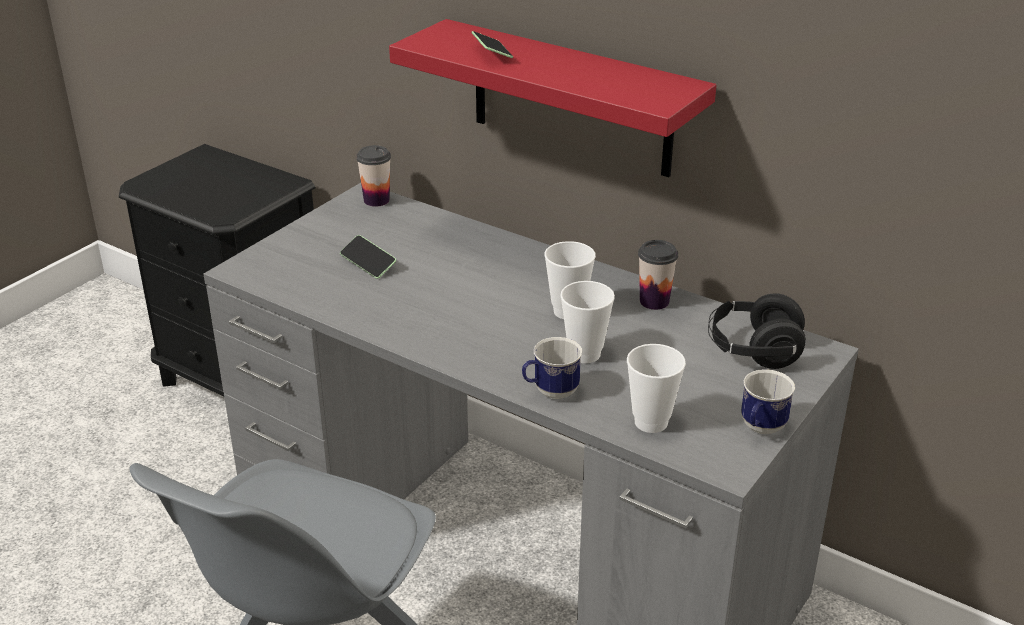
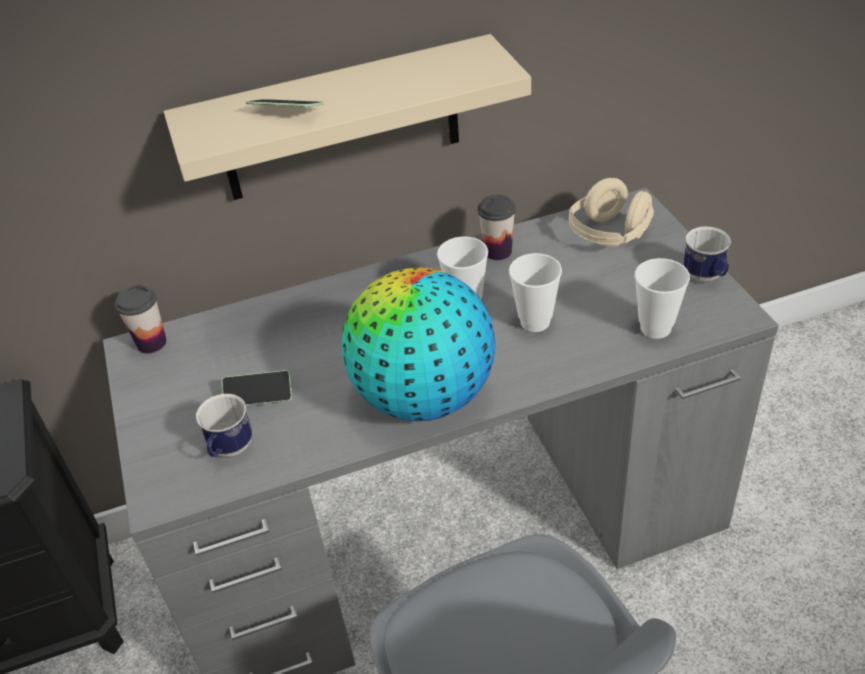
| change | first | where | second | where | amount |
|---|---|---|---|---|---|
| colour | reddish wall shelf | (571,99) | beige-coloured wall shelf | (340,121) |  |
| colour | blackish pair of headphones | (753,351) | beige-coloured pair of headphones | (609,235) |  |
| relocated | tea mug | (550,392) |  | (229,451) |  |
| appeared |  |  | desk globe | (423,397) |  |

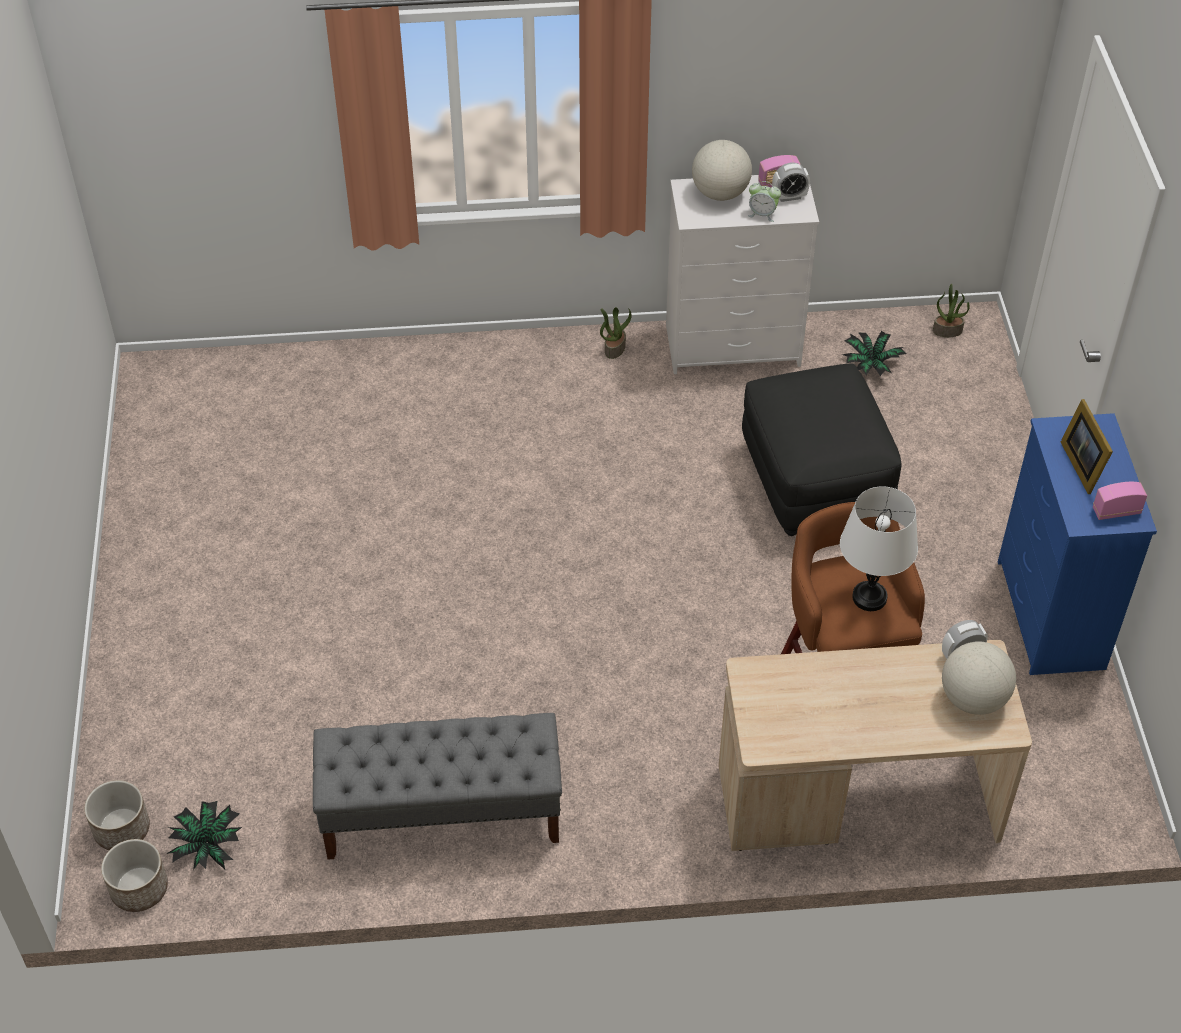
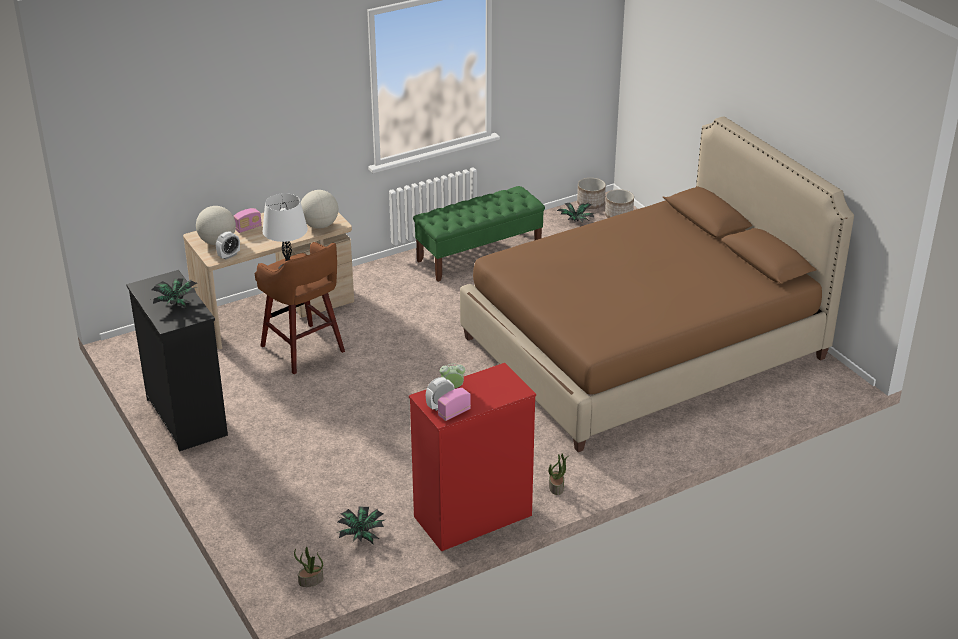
| change | first | where | second | where | amount |
|---|---|---|---|---|---|
| relocated | desk globe | (720,193) |  | (320,225) |  |
| colour | white-coloured drawer chest | (734,345) | reddish drawer chest | (472,516) |  |
| missing | blackish pouffe | (815,483) |  |  |  |
| exchanged | photo frame | (1083,464) | plant in a pot | (176,303) |  |
| colour | bluish drawer chest | (1049,616) | blackish drawer chest | (187,416) |  |
| relocated | radio set | (1116,511) |  | (248,228) |  |
| colour | greyish bench | (441,814) | green bench | (479,255) |  |
| appeared |  |  | brown sleeping bed | (643,347) |  |

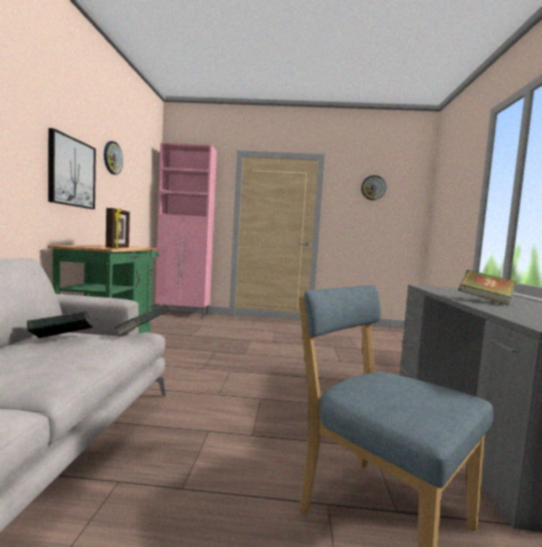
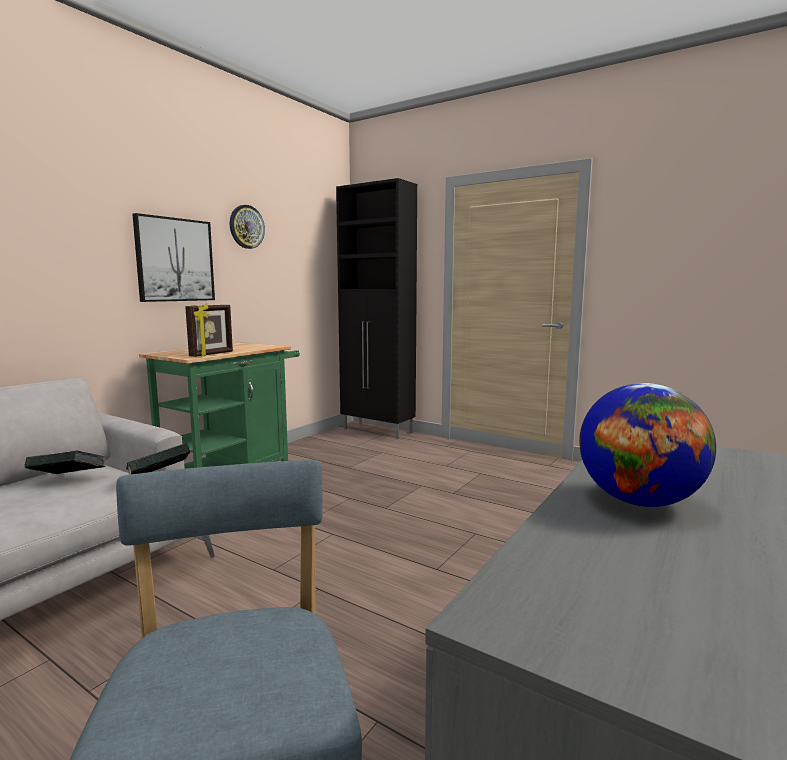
| change | first | where | second | where | amount |
|---|---|---|---|---|---|
| colour | pink-coloured cabinet | (183,314) | blackish cabinet | (378,431) |  |
| missing | hanging clock | (373,188) |  |  |  |
| exchanged | bound book | (485,300) | desk globe | (639,501) |  |

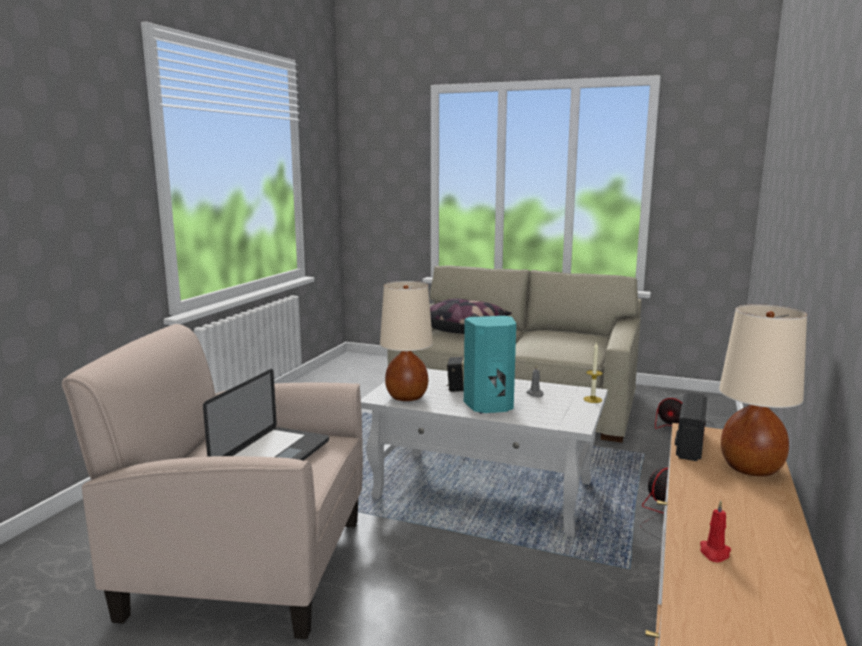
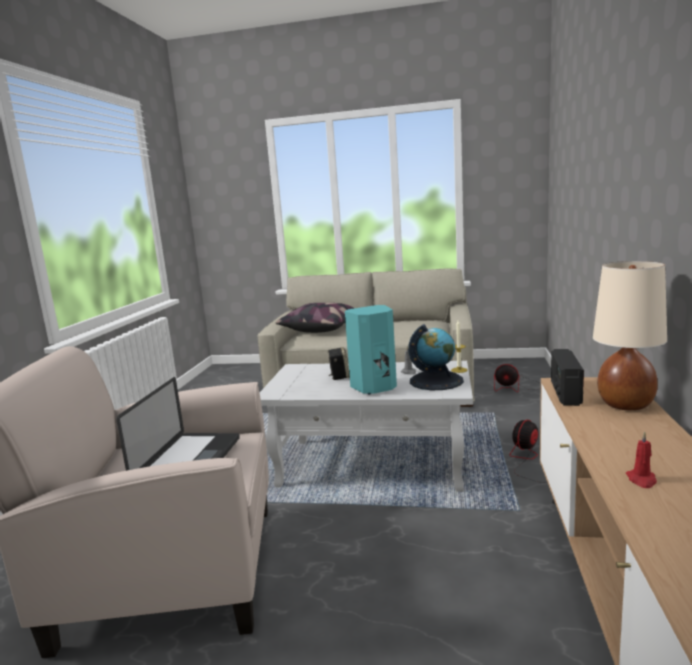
| change | first | where | second | where | amount |
|---|---|---|---|---|---|
| missing | beige-coloured tabletop lamp | (407,397) |  |  |  |
| appeared |  |  | desk globe | (436,381) |  |

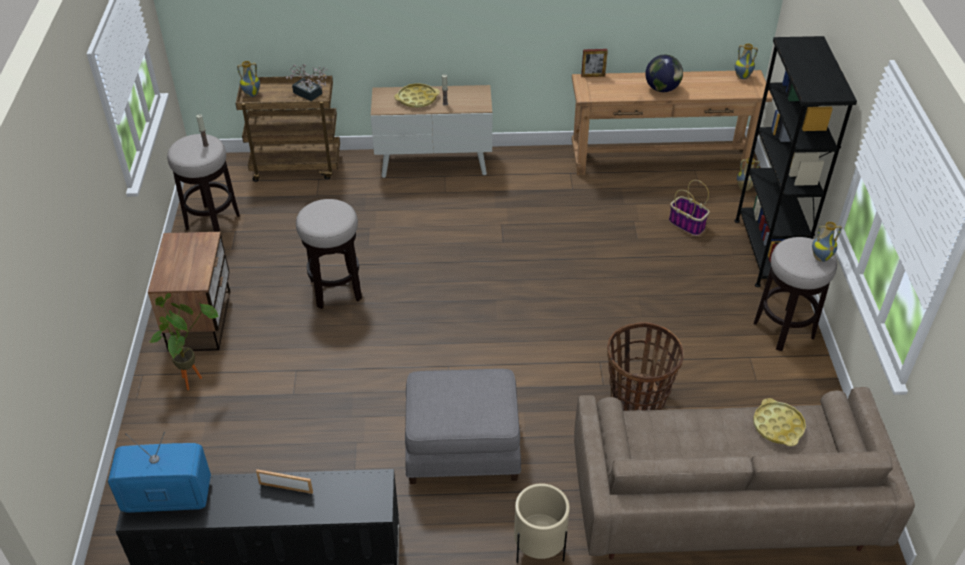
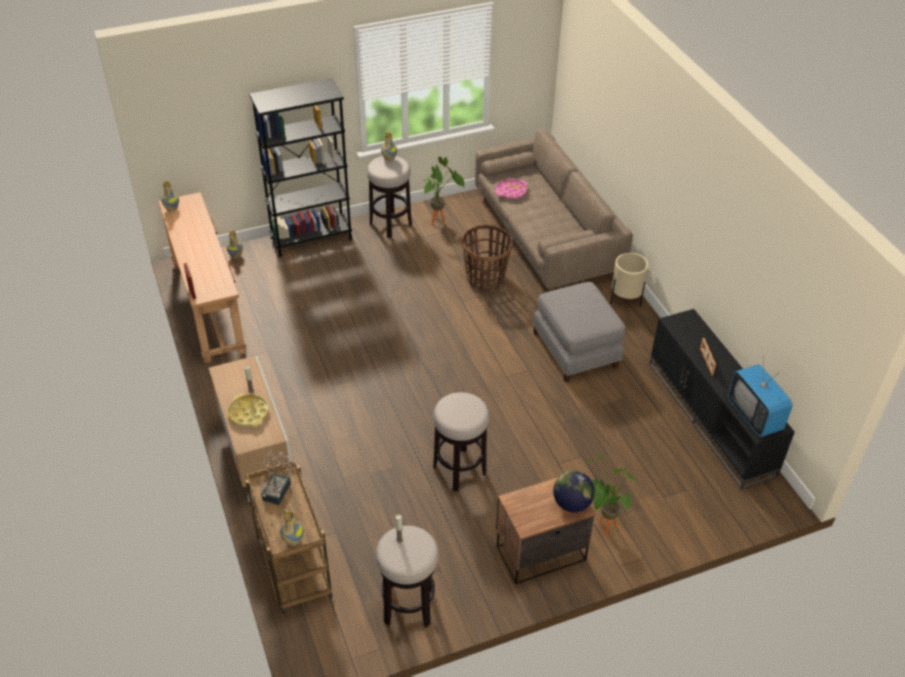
| change | first | where | second | where | amount |
|---|---|---|---|---|---|
| relocated | desk globe | (662,89) |  | (572,503) |  |
| missing | storage basket | (687,224) |  |  |  |
| colour | yellowish serving tray | (778,426) | pink-coloured serving tray | (511,191) |  |
| appeared |  |  | plant in a pot | (440,220) |  |

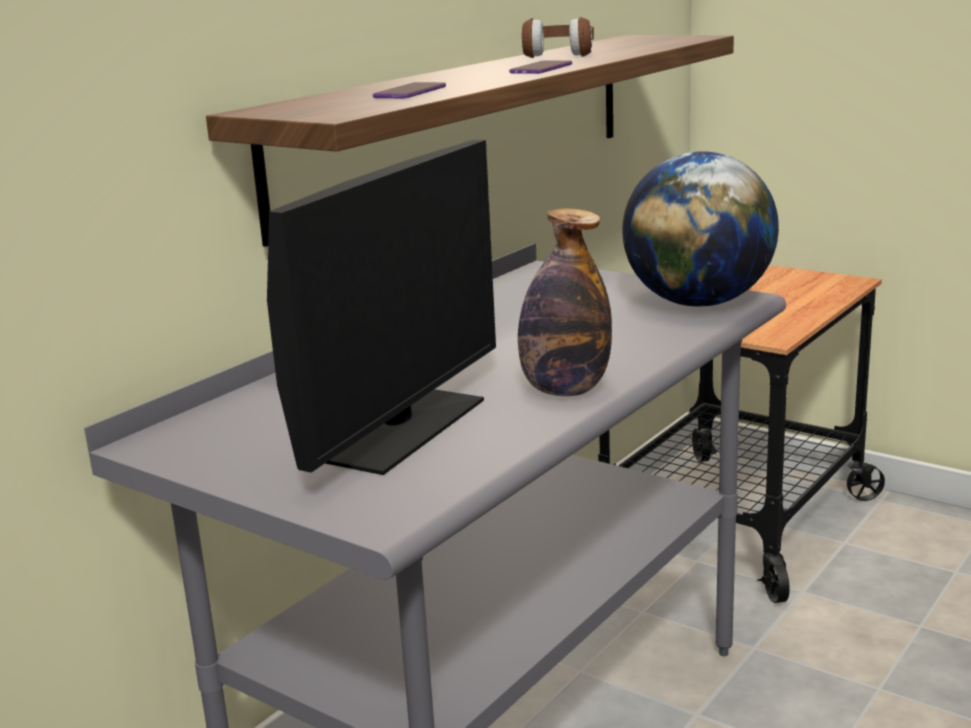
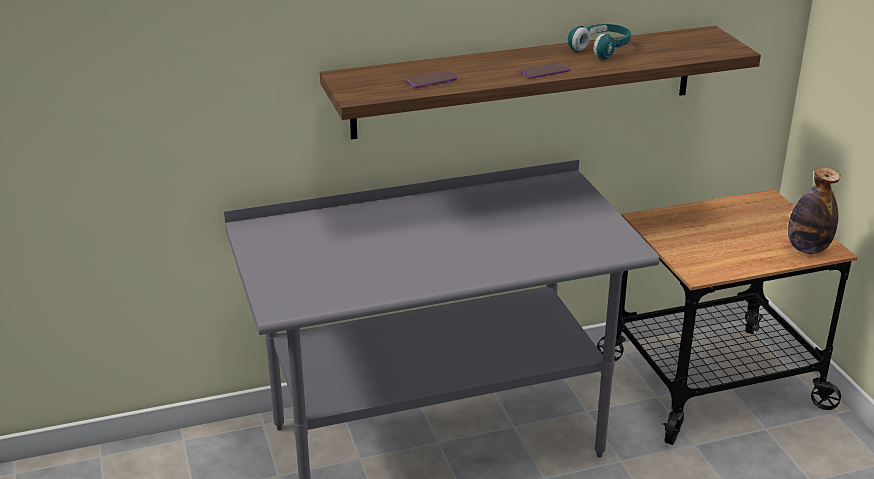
| change | first | where | second | where | amount |
|---|---|---|---|---|---|
| colour | brown pair of headphones | (559,54) | turquoise pair of headphones | (601,49) |  |
| missing | computer screen | (399,428) |  |  |  |
| missing | desk globe | (698,303) |  |  |  |
| relocated | beverage bottle | (564,390) |  | (807,249) |  |

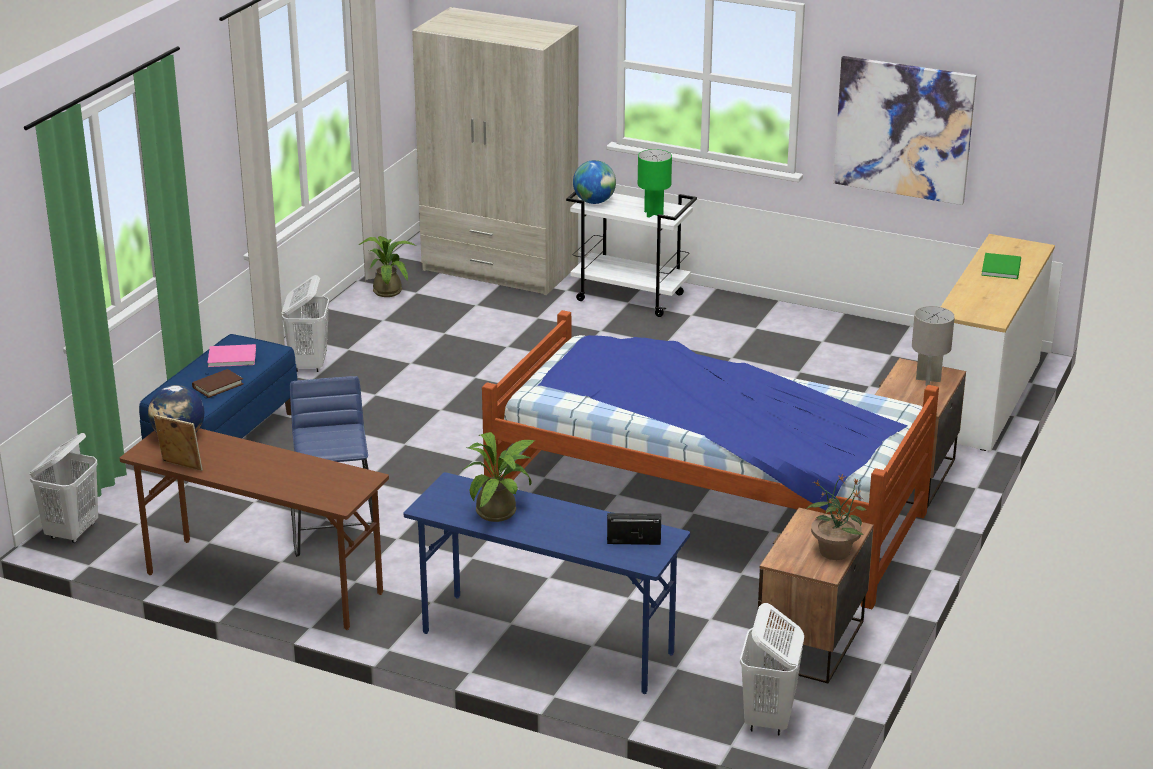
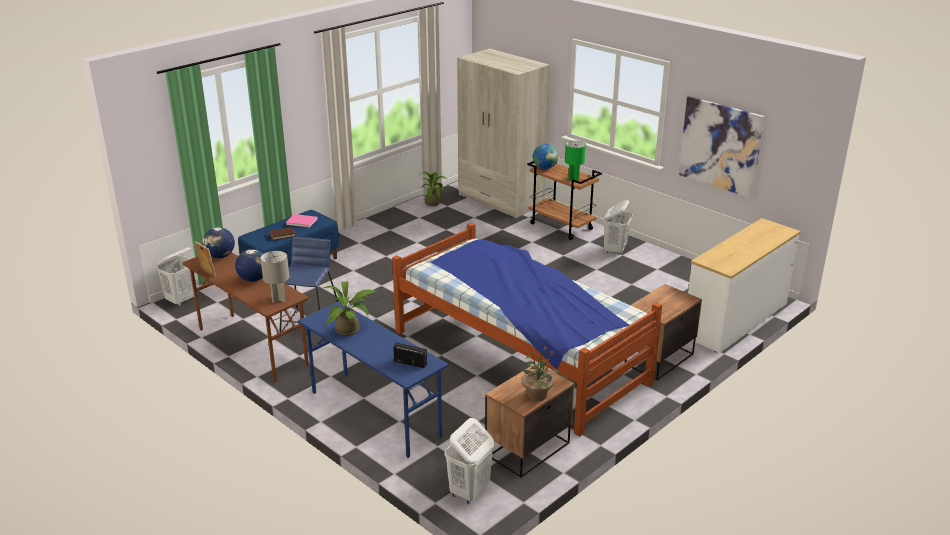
| change | first | where | second | where | amount |
|---|---|---|---|---|---|
| colour | white-coloured cart | (631,297) | brown cart | (562,226) |  |
| missing | green bound book | (1002,267) |  |  |  |
| relocated | white-coloured washing basket | (309,365) |  | (615,250) |  |
| relocated | greyish tabletop lamp | (928,379) |  | (278,298) |  |
| appeared |  |  | desk globe | (253,279) |  |

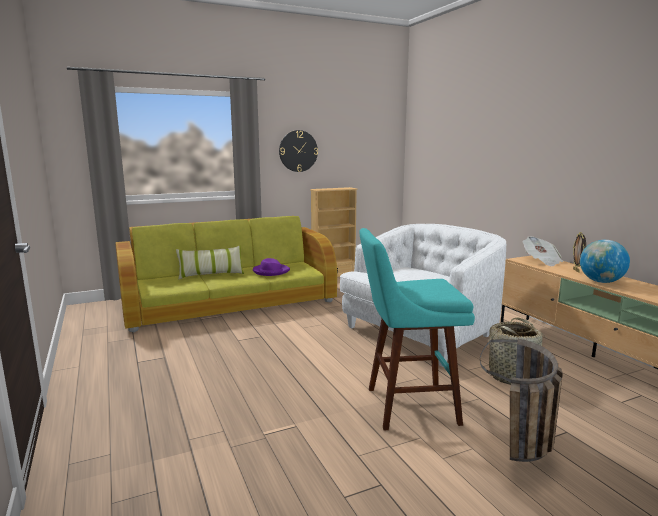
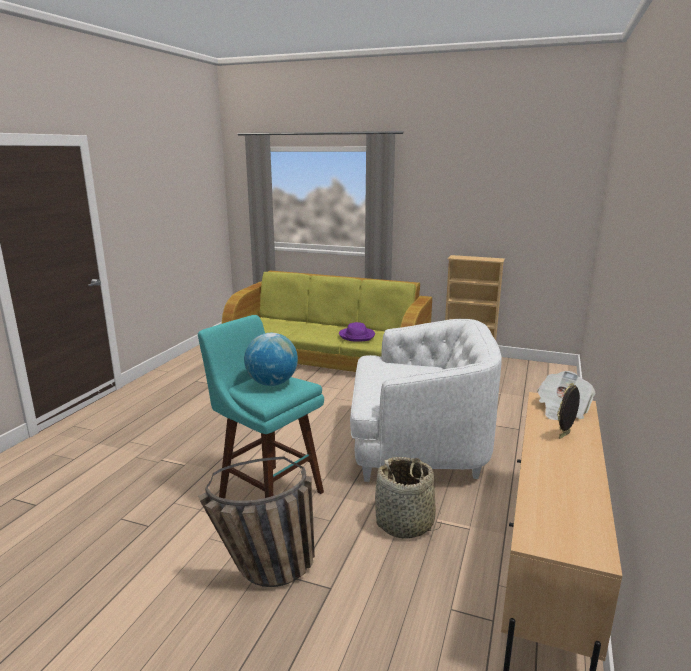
| change | first | where | second | where | amount |
|---|---|---|---|---|---|
| missing | hanging clock | (298,151) |  |  |  |
| relocated | desk globe | (601,282) |  | (272,383) |  |
| missing | pillow | (211,274) |  |  |  |

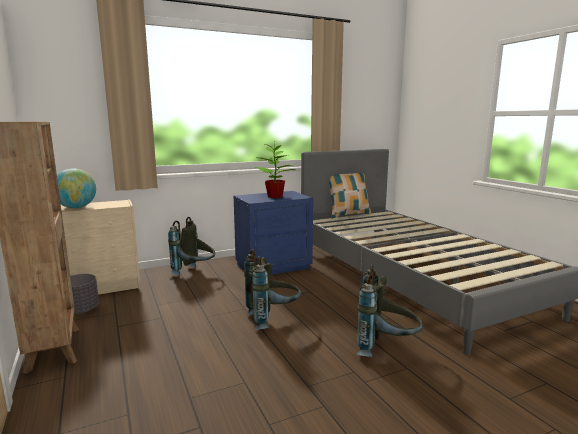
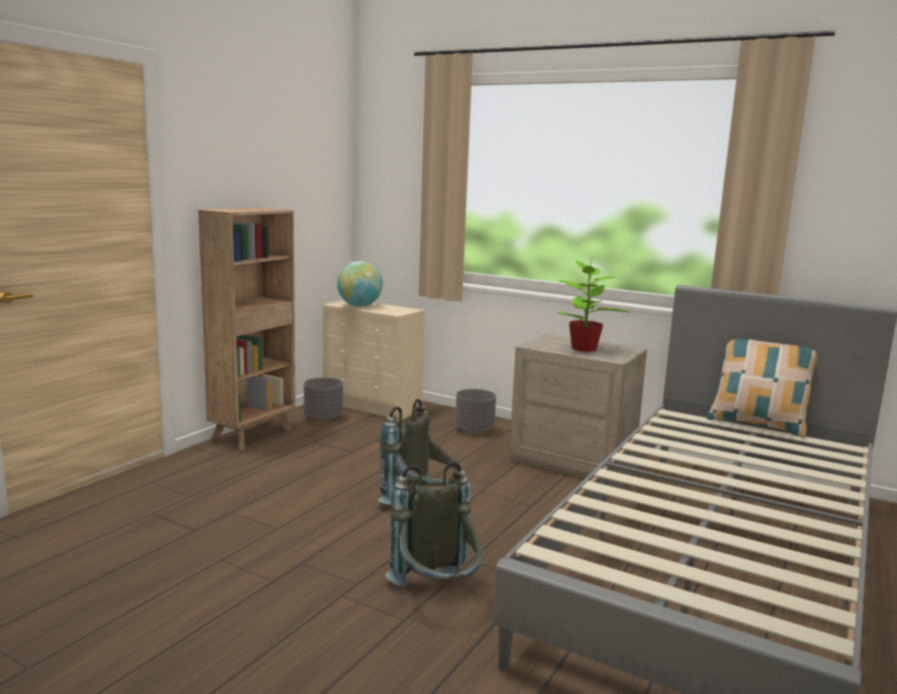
| change | first | where | second | where | amount |
|---|---|---|---|---|---|
| colour | bluish nightstand | (273,266) | beige-coloured nightstand | (573,461) |  |
| exchanged | greyish backpack | (195,273) | greyish planter | (474,430) |  |

